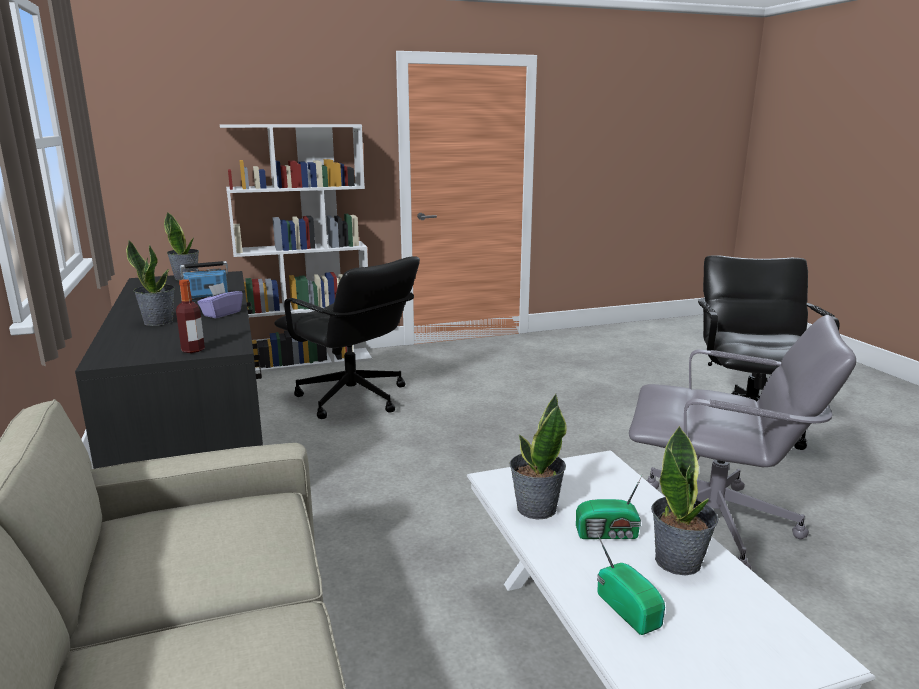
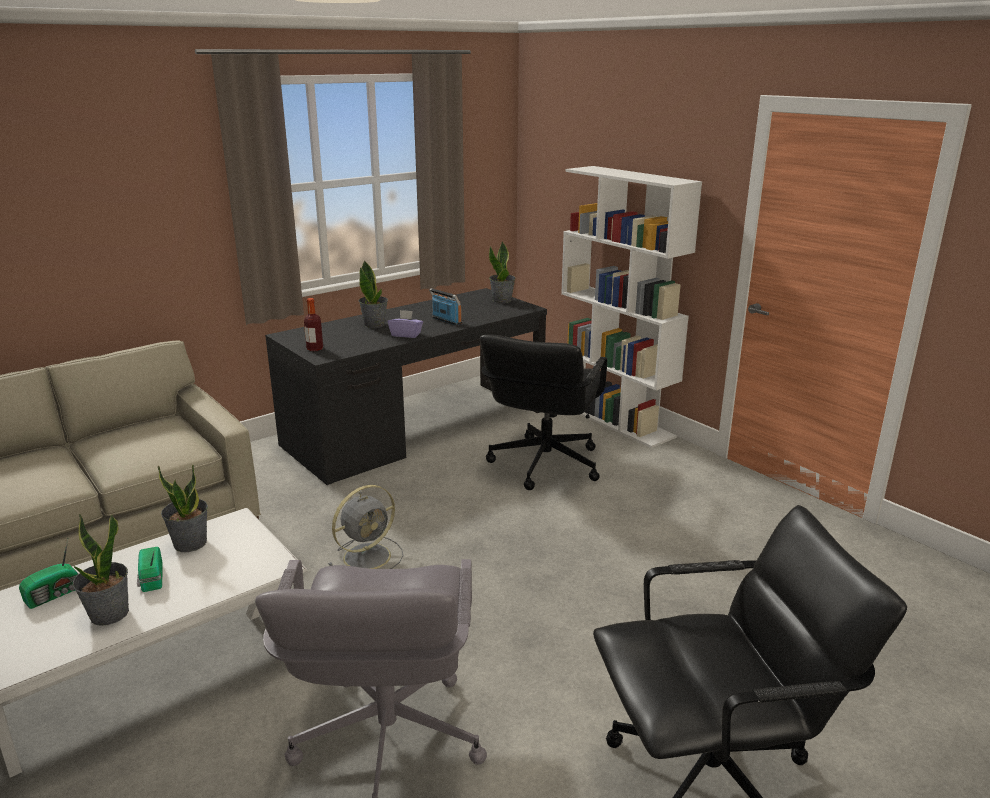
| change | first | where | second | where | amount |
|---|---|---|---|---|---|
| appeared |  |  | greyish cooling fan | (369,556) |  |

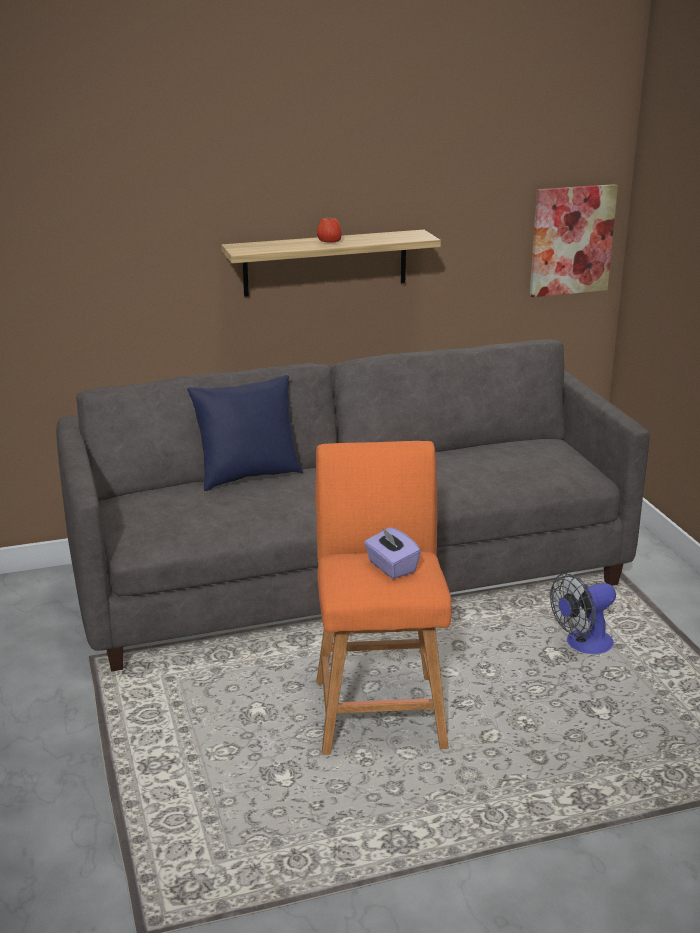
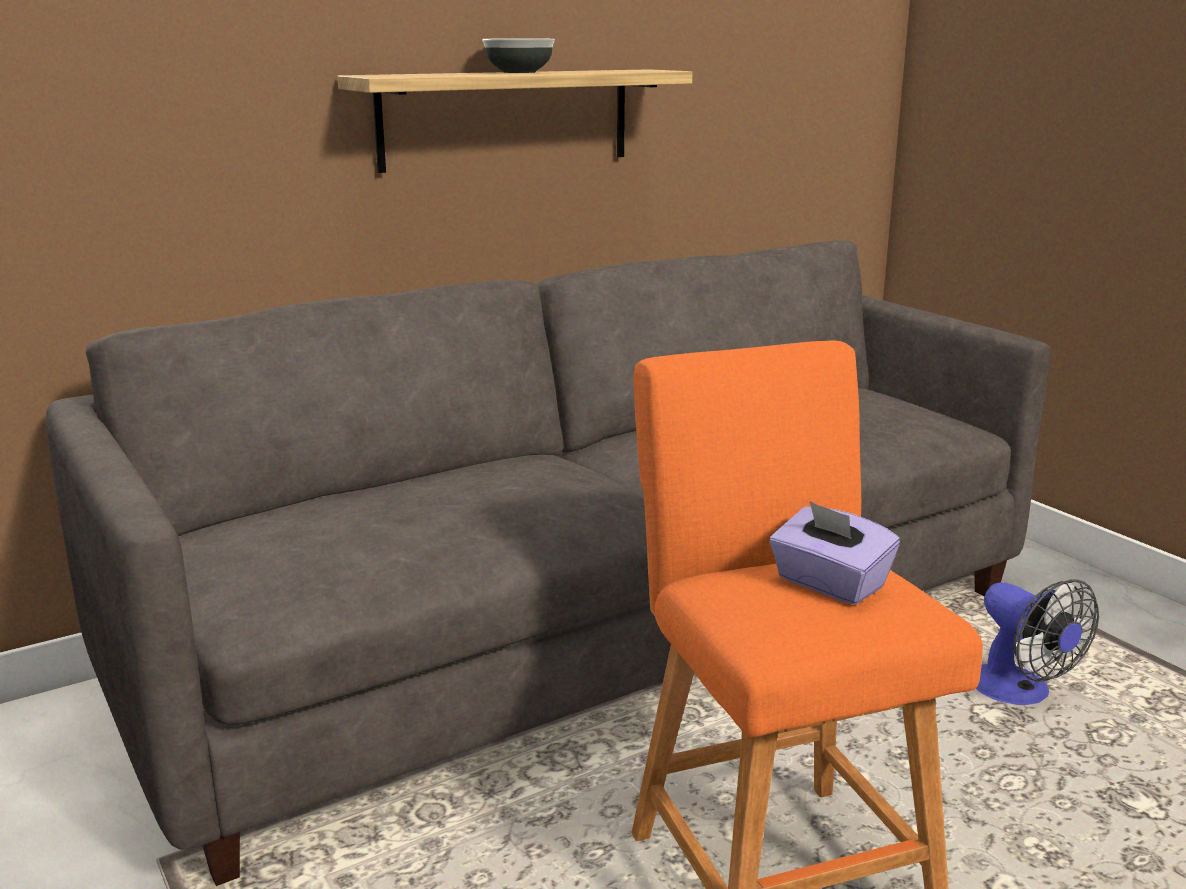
| change | first | where | second | where | amount |
|---|---|---|---|---|---|
| missing | picture | (571,240) |  |  |  |
| exchanged | apple | (329,241) | bowl | (519,72) |  |
| missing | bluish pillow | (248,476) |  |  |  |
| spun | cooling fan | (582,645) |  | (1020,693) | 75 degrees counterclockwise |

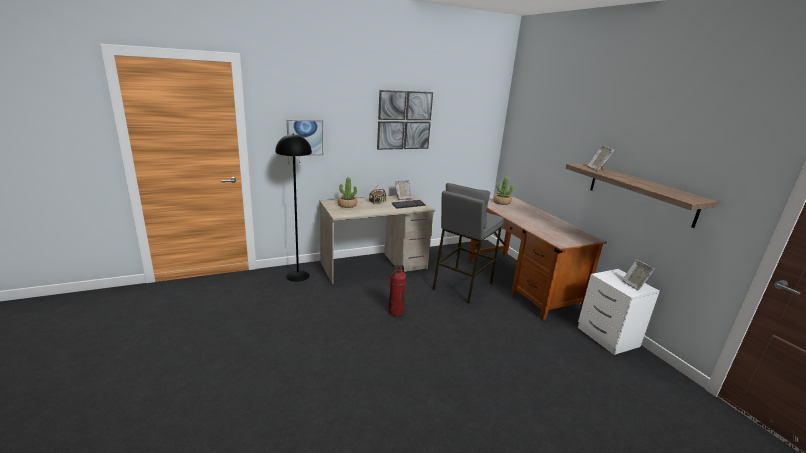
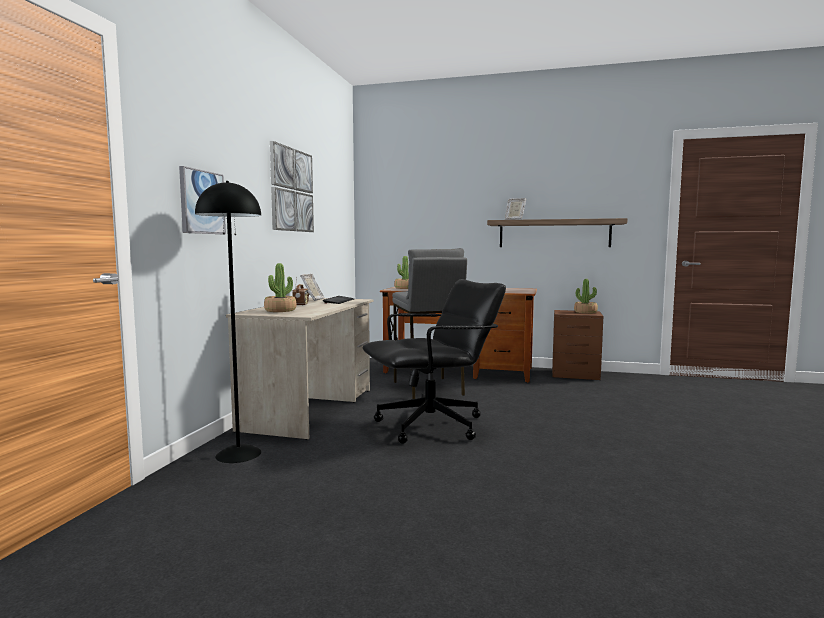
| change | first | where | second | where | amount |
|---|---|---|---|---|---|
| exchanged | photo frame | (633,285) | plant in a pot | (585,312) |  |
| exchanged | fire extinguisher | (396,312) | blackish computer chair | (432,425) |  |
| colour | white-coloured nightstand | (608,337) | brown nightstand | (576,374) |  |

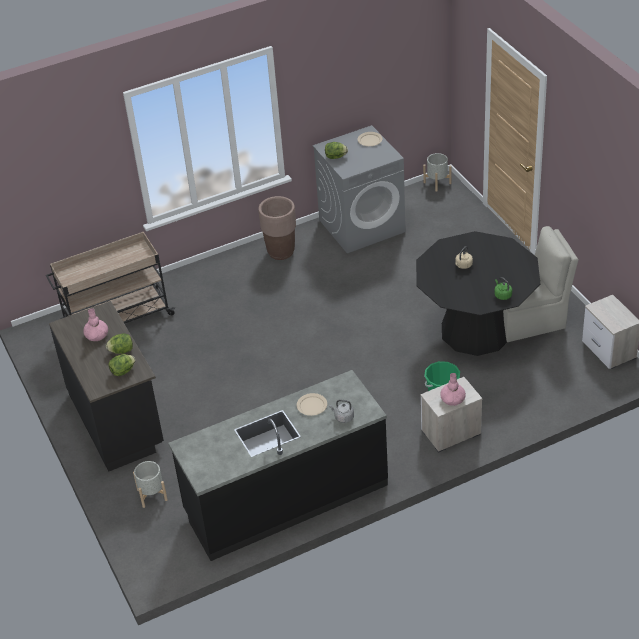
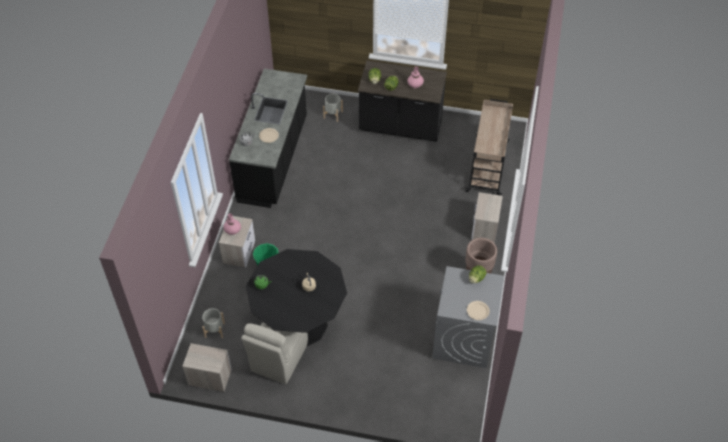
| change | first | where | second | where | amount |
|---|---|---|---|---|---|
| relocated | greyish planter | (437,183) |  | (214,330) |  |
| appeared |  |  | nightstand | (484,229) |  |

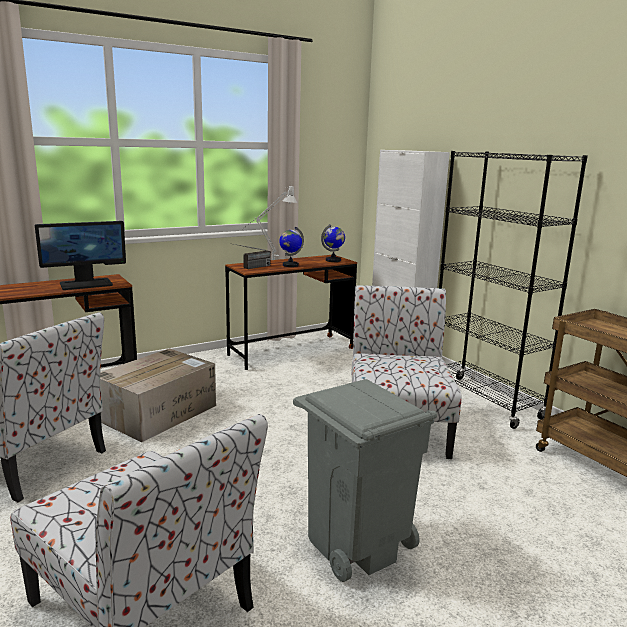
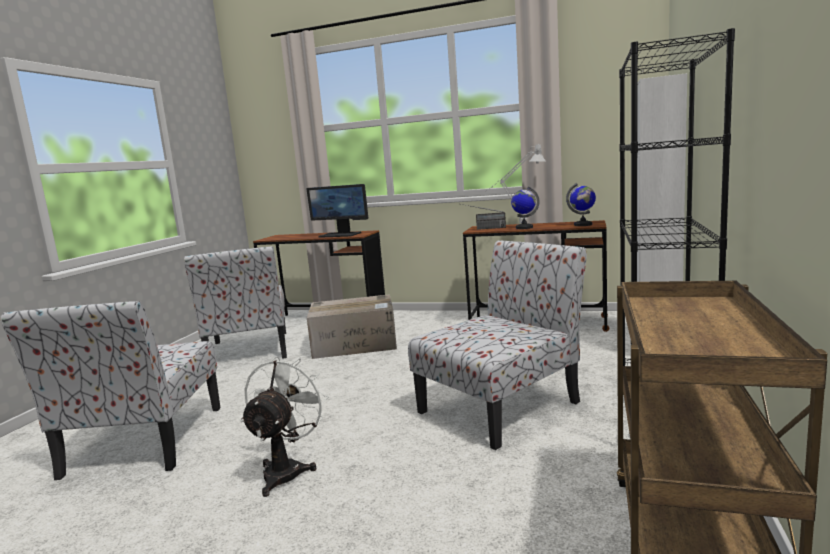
| change | first | where | second | where | amount |
|---|---|---|---|---|---|
| exchanged | greyish waste bin | (355,544) | white-coloured cooling fan | (287,470) |  |

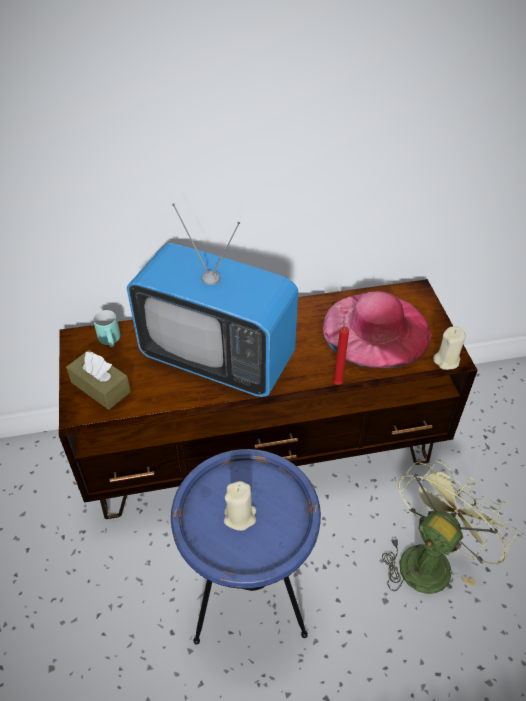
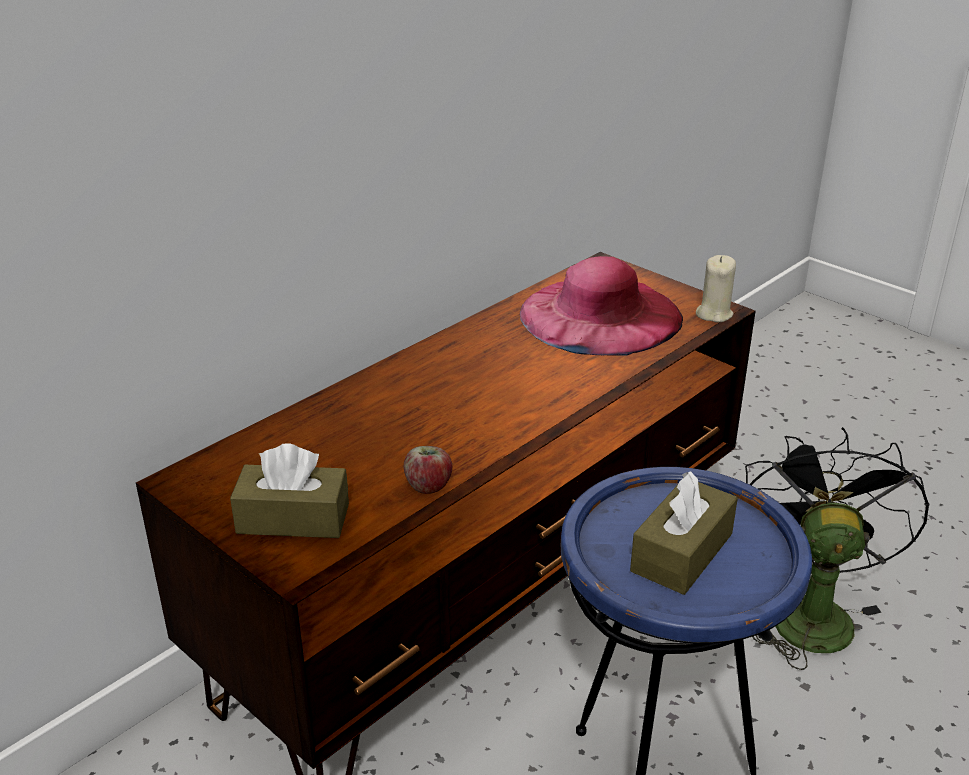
| change | first | where | second | where | amount |
|---|---|---|---|---|---|
| missing | television | (218,358) |  |  |  |
| missing | turquoise tea mug | (112,341) |  |  |  |
| missing | reddish wax light | (337,382) |  |  |  |
| colour | green cooling fan | (429,558) | blackish cooling fan | (806,611) |  |
| exchanged | beige-coloured wax light | (240,516) | brown tissue holder | (682,552) |  |
| appeared |  |  | apple | (428,486) |  |

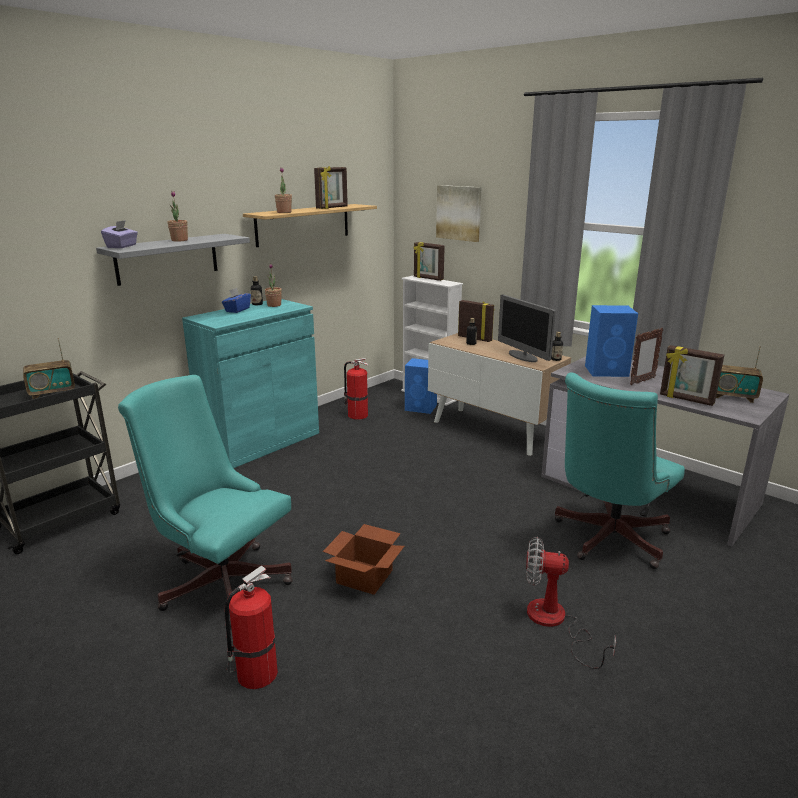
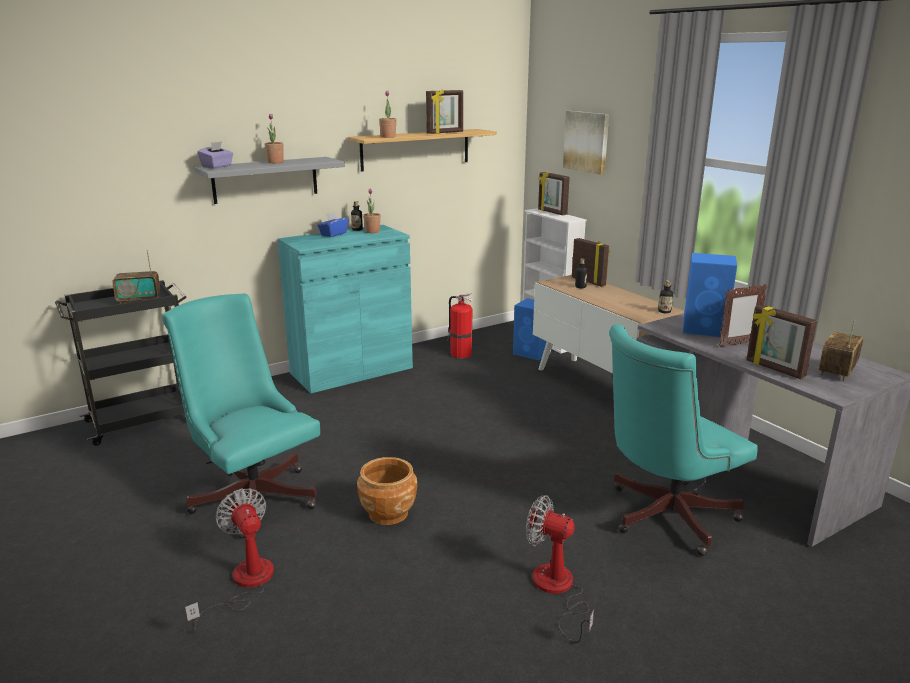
| change | first | where | second | where | amount |
|---|---|---|---|---|---|
| missing | computer screen | (523,356) |  |  |  |
| spun | radio set | (733,397) |  | (837,372) | 90 degrees clockwise |
| exchanged | carton | (366,576) | brown planter | (388,513) |  |
| exchanged | fire extinguisher | (255,675) | cooling fan | (244,584) |  |

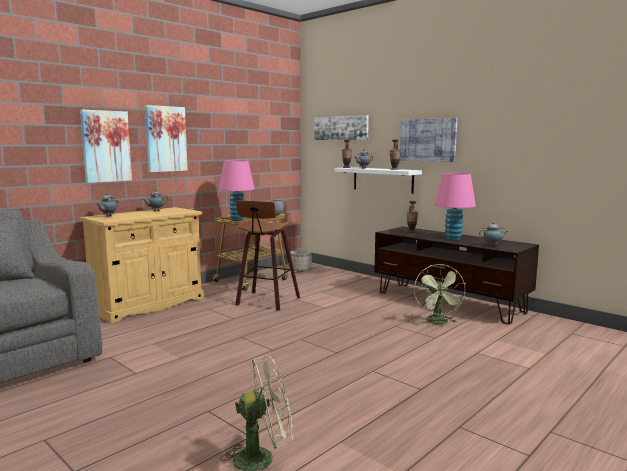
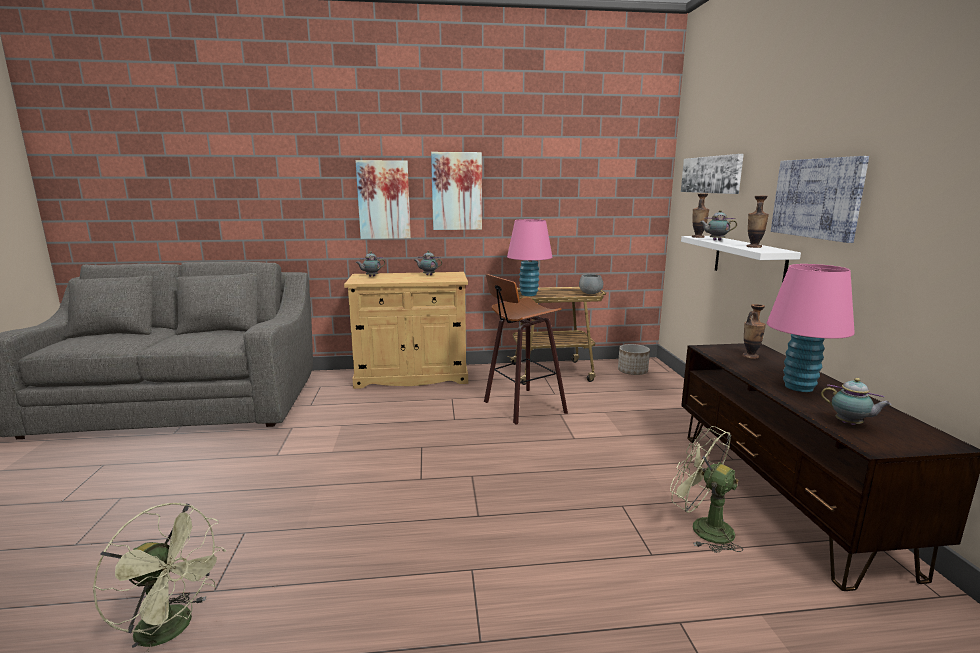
| change | first | where | second | where | amount |
|---|---|---|---|---|---|
| spun | green cooling fan | (439,322) |  | (702,528) | 90 degrees clockwise |

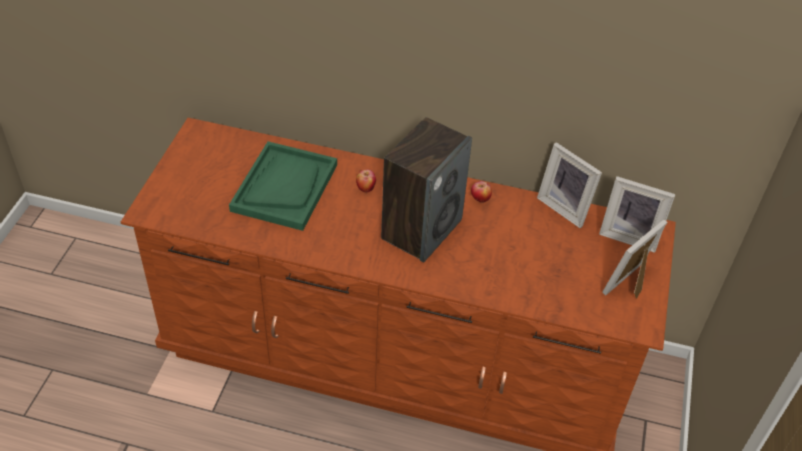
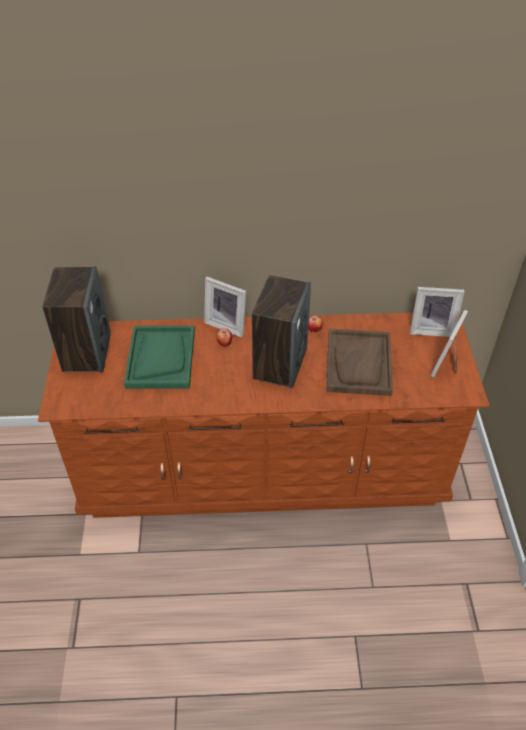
| change | first | where | second | where | amount |
|---|---|---|---|---|---|
| relocated | photo frame | (566,207) |  | (227,324) |  |
| appeared |  |  | speaker | (86,352) |  |
| appeared |  |  | brown serving tray | (359,364) |  |

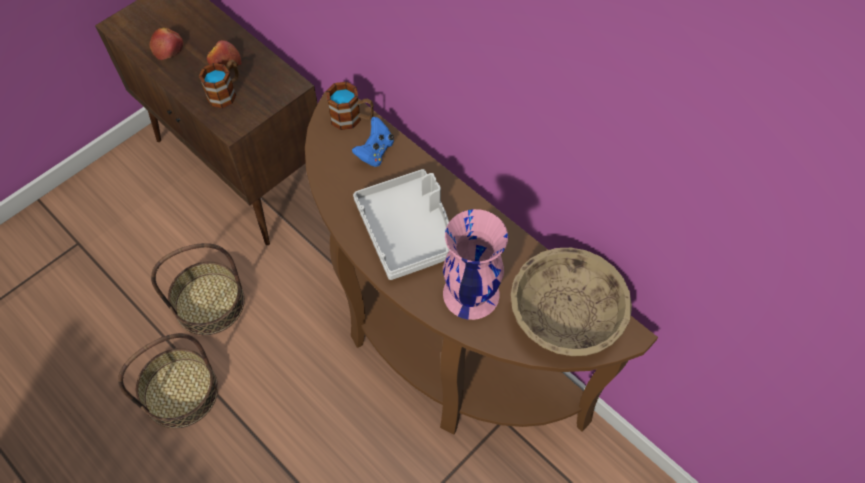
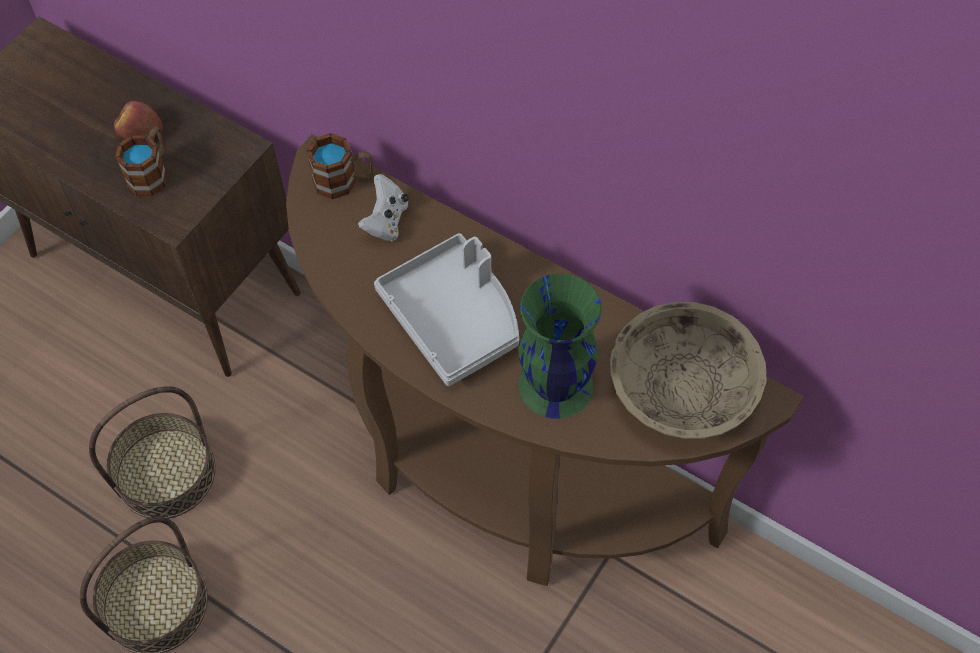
| change | first | where | second | where | amount |
|---|---|---|---|---|---|
| missing | apple | (168,48) |  |  |  |
| colour | bluish gamepad | (375,152) | white-coloured gamepad | (386,221) |  |
| colour | pink-coloured vase | (470,293) | green vase | (554,385) |  |

